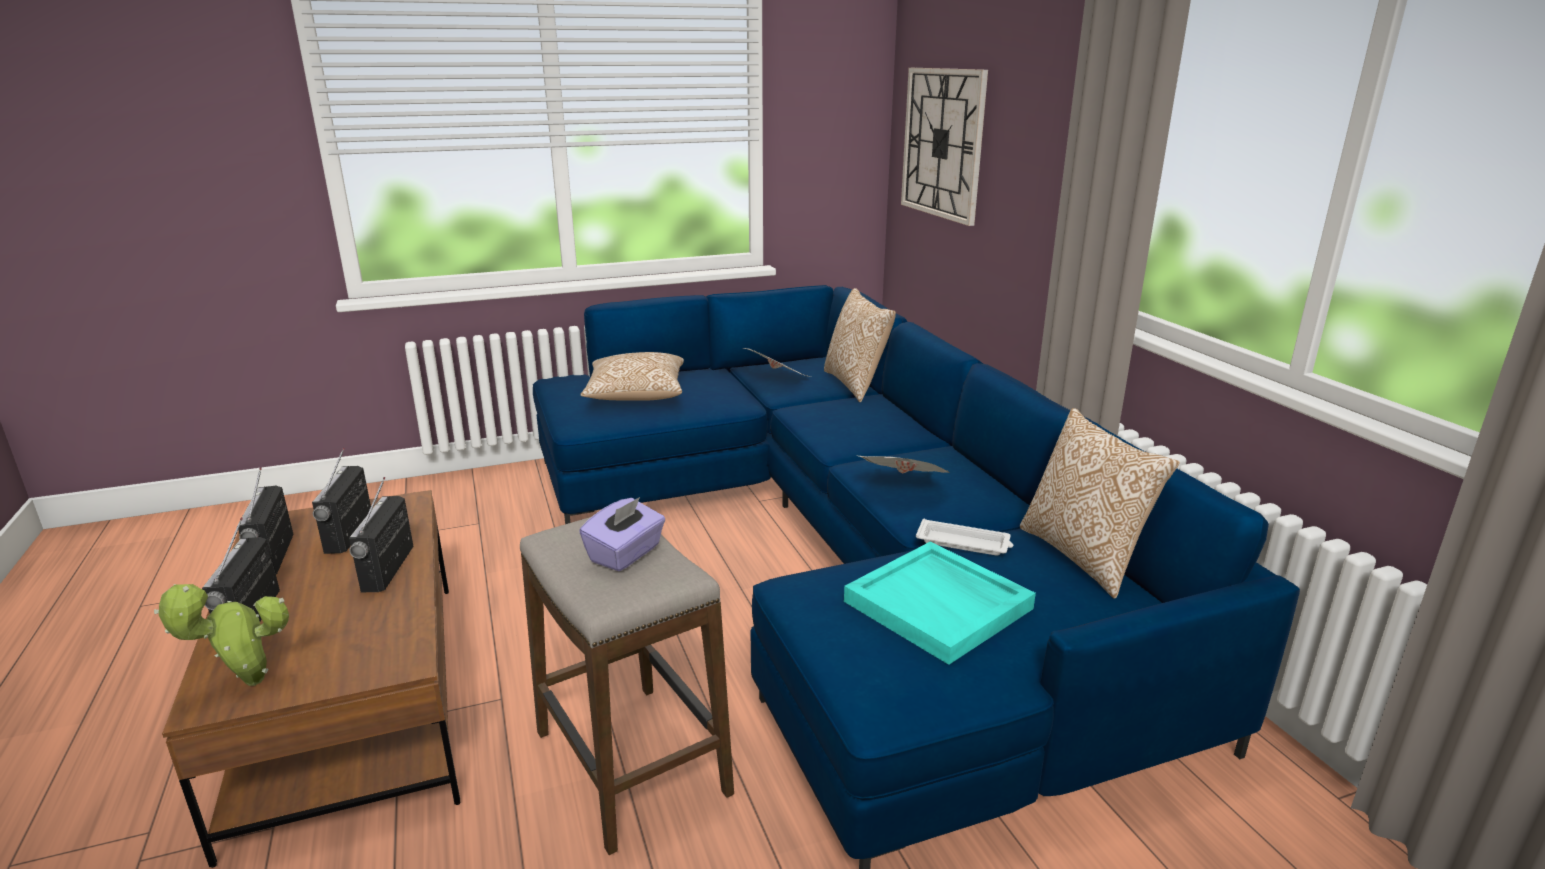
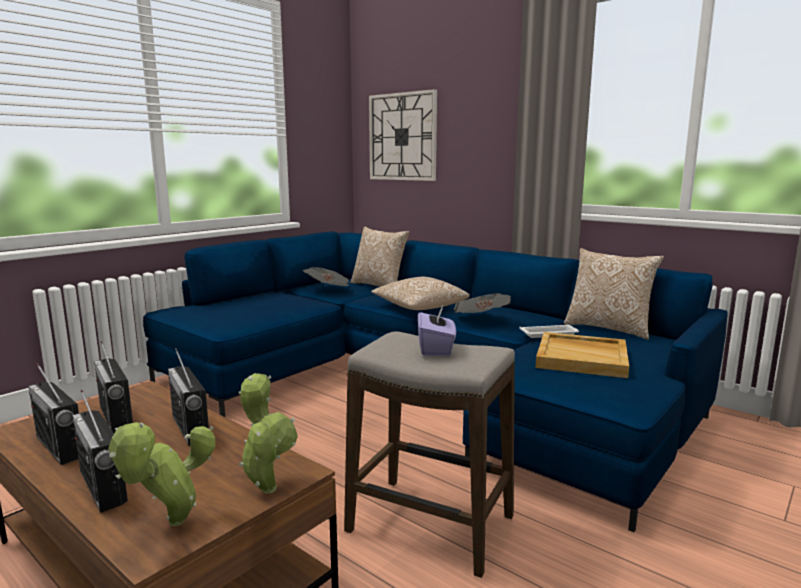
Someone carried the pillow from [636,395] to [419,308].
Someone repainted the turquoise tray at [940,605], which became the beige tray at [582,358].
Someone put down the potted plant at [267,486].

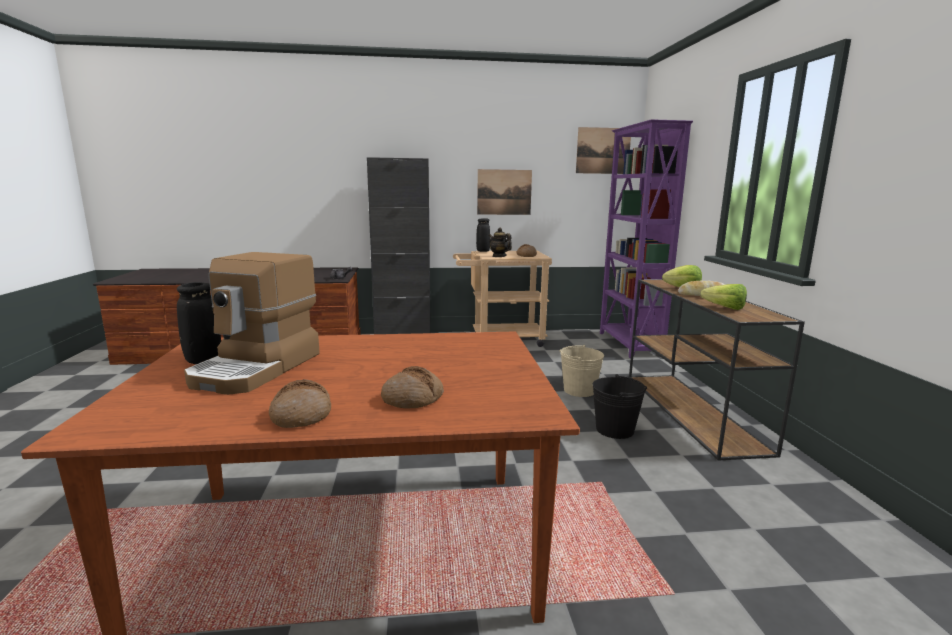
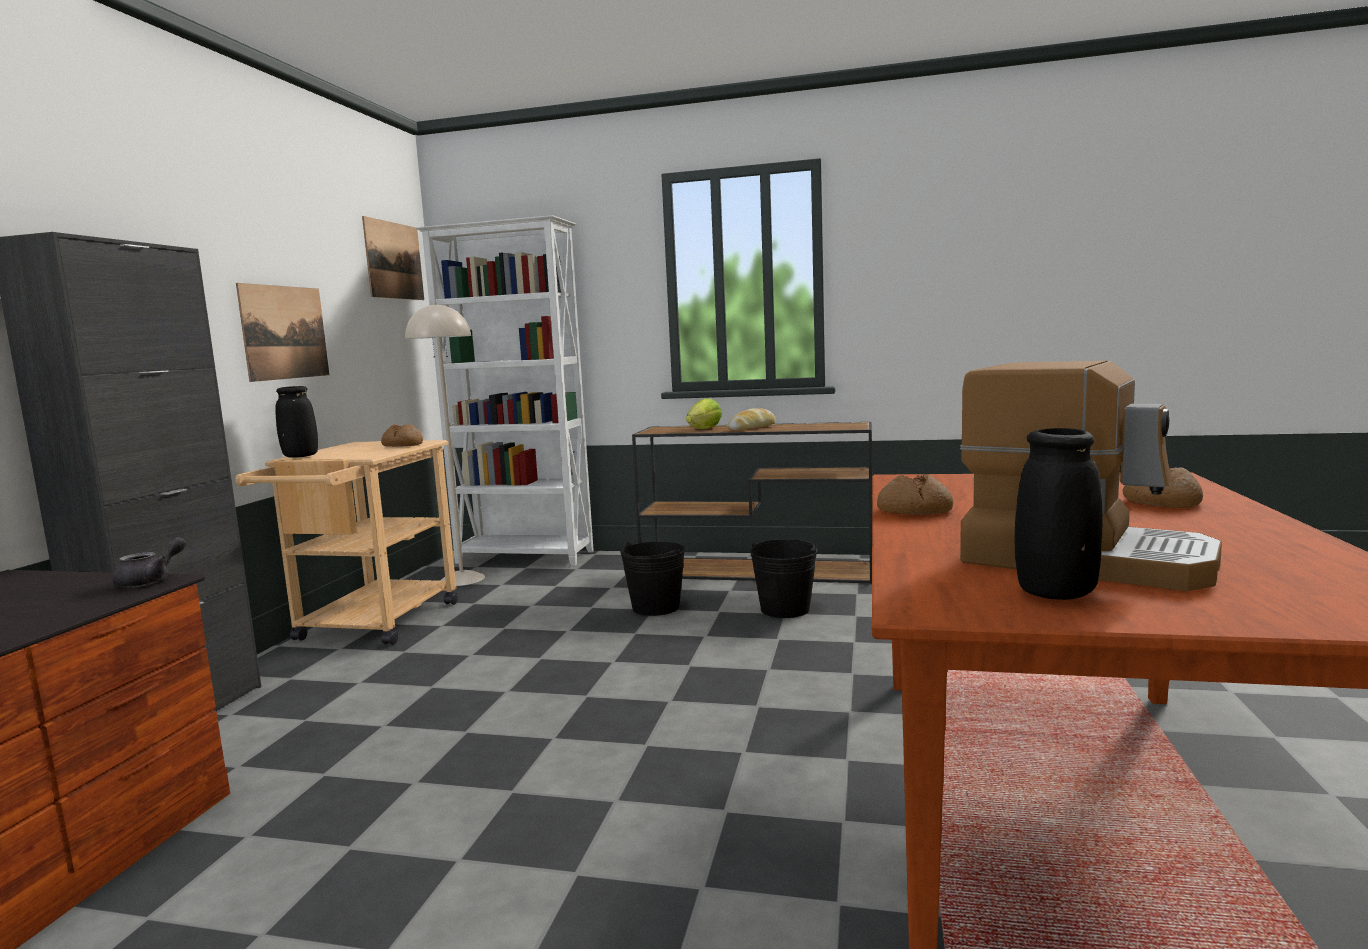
Someone carried the bread from [301,415] to [914,510].
Someone took away the teapot at [499,256].
Someone repainted the beige bucket at [579,390], which became the black bucket at [655,607].
Someone repainted the purple bookcase at [629,344], which became the white bookcase at [525,557].
Someone took away the lettuce at [721,307].
Someone put down the beige floor lamp at [462,579].

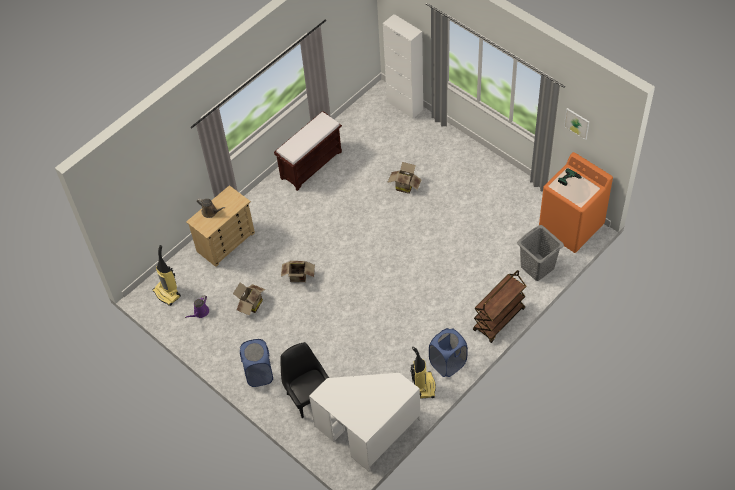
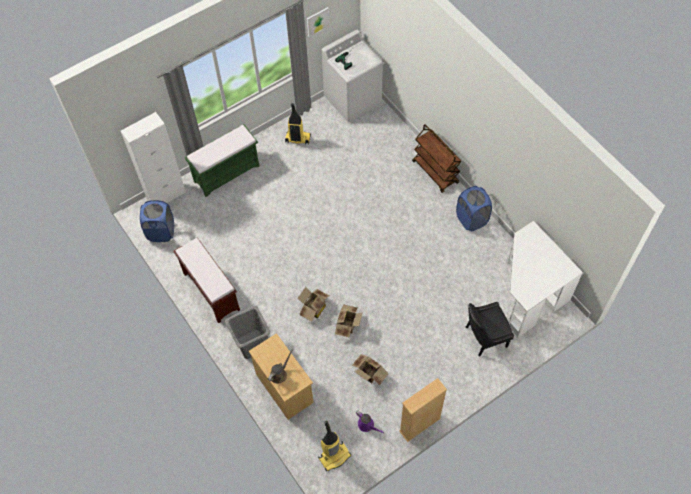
Someone carried the blue laundry basket from [259,374] to [161,232].
Someone carried the cardboard box from [404,185] to [313,309].
Someone carried the vacuum cleaner from [424,385] to [297,139].
Someone carried the grey laundry basket from [537,267] to [252,344].
Someone repainted the orange washing machine at [571,227], which became the white washing machine at [353,100].
Someone put down the green bench at [227,173].
Someone put down the beige bookcase at [420,425].

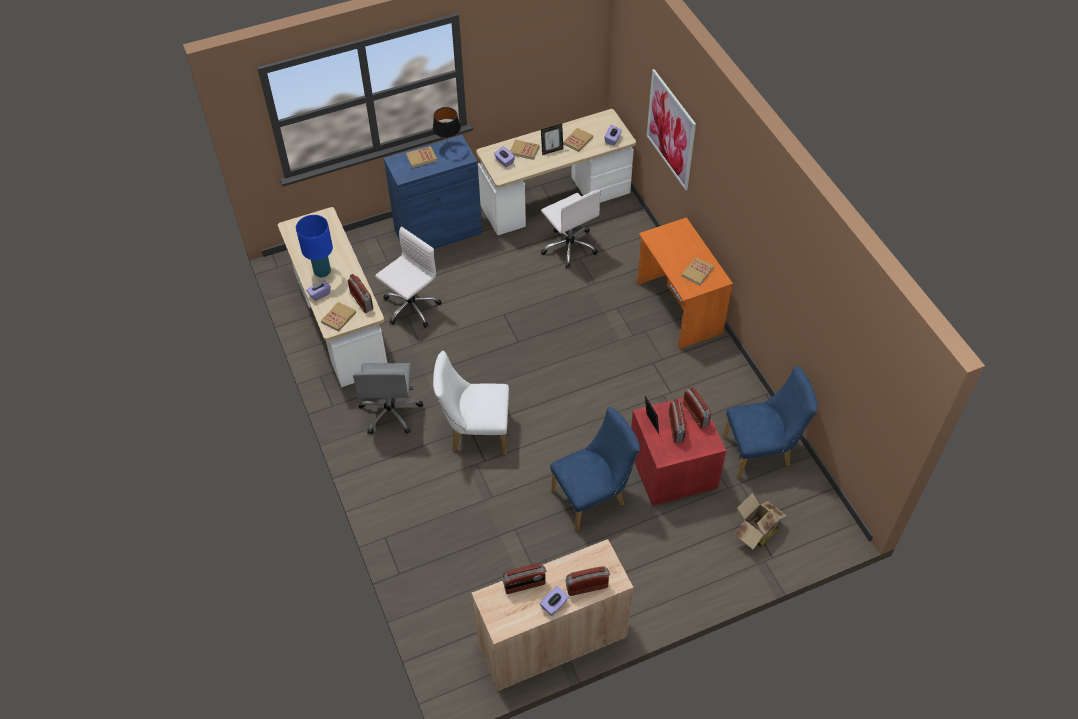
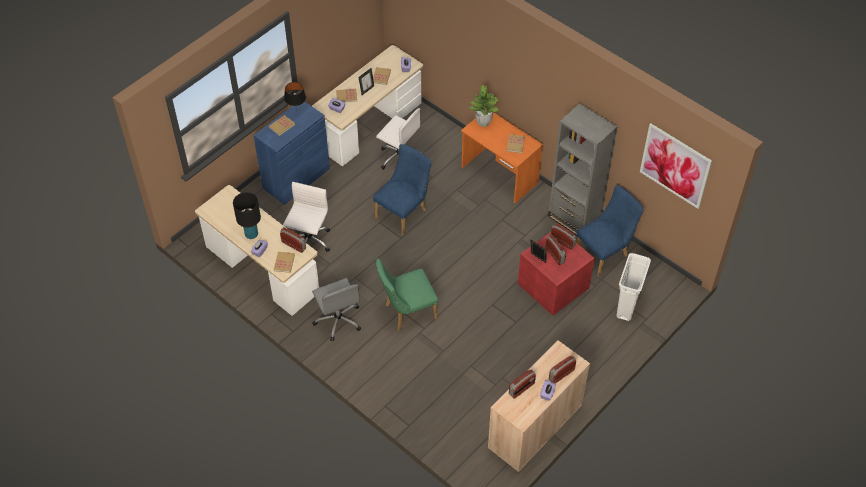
Someone repainted the blue table lamp at [322,272], which became the black table lamp at [251,234].
Someone repainted the white chair at [475,432], which became the green chair at [406,312].
Someone carried the blue chair from [593,497] to [404,212].
Someone carried the picture from [671,130] to [675,166].
Someone swapped the cardboard box at [755,531] for the white trash can at [627,306].
Someone put down the potted plant at [483,123].
Someone put down the grey bookcase at [574,219].

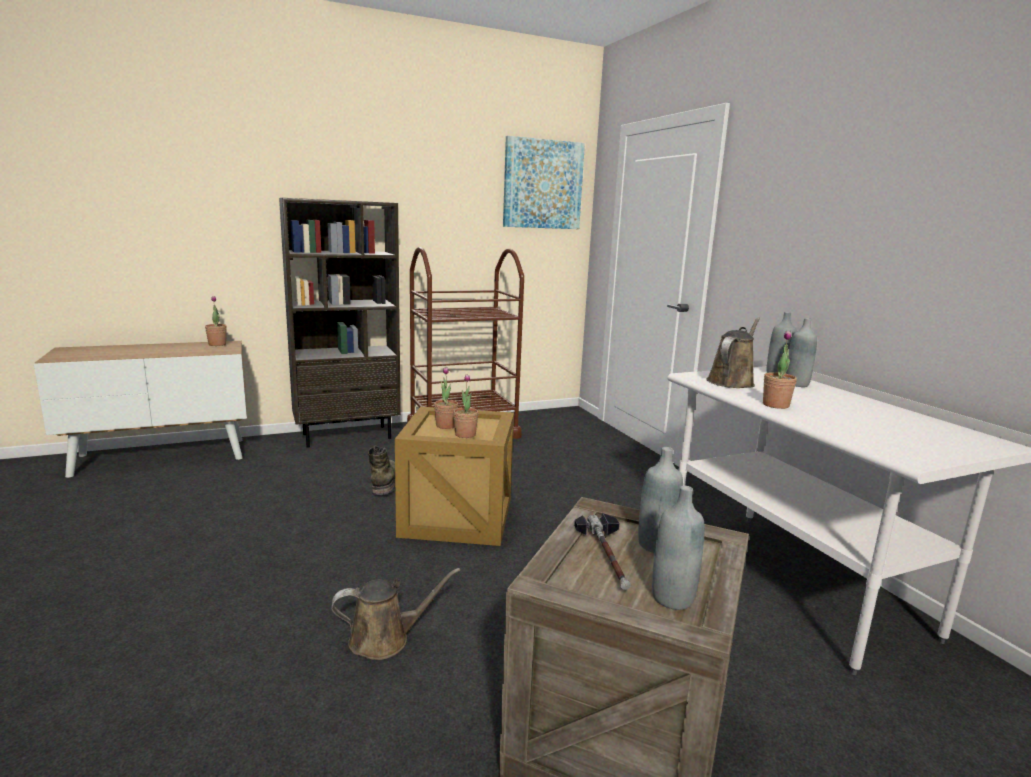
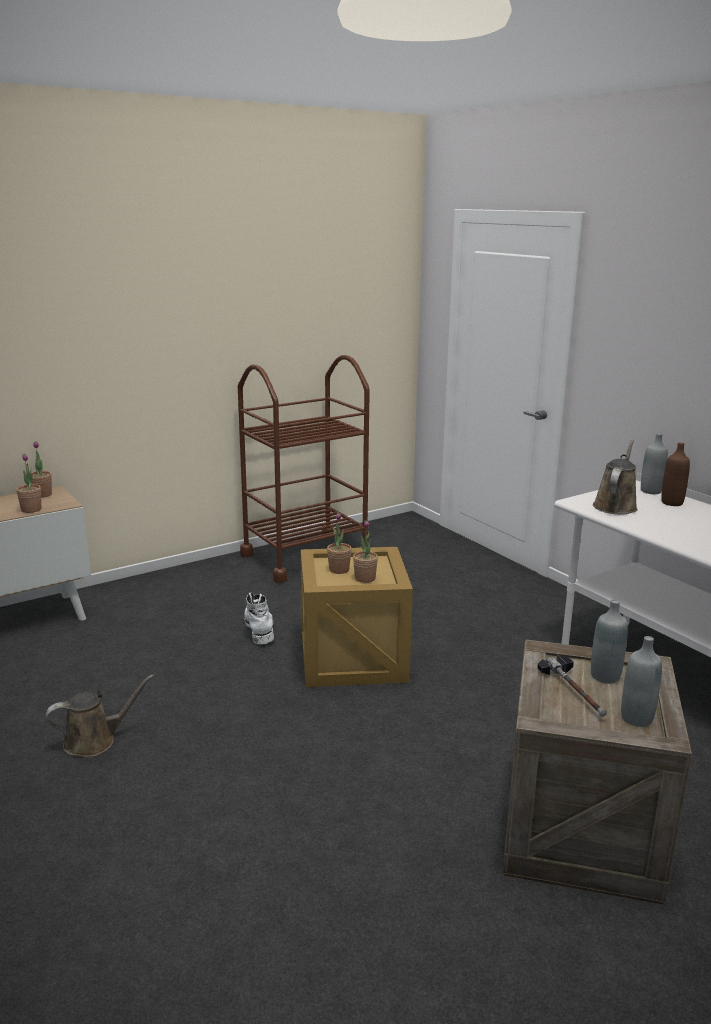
Someone took away the brown bookcase at [347,436].
Someone carried the brown watering can from [385,639] to [95,741].
Someone repainted the green boot at [385,482], which became the white boot at [259,628].
Someone took away the picture at [542,184].
Someone carried the potted plant from [775,405] to [31,509].
Someone repainted the grey bottle at [796,384], which became the brown bottle at [672,503].

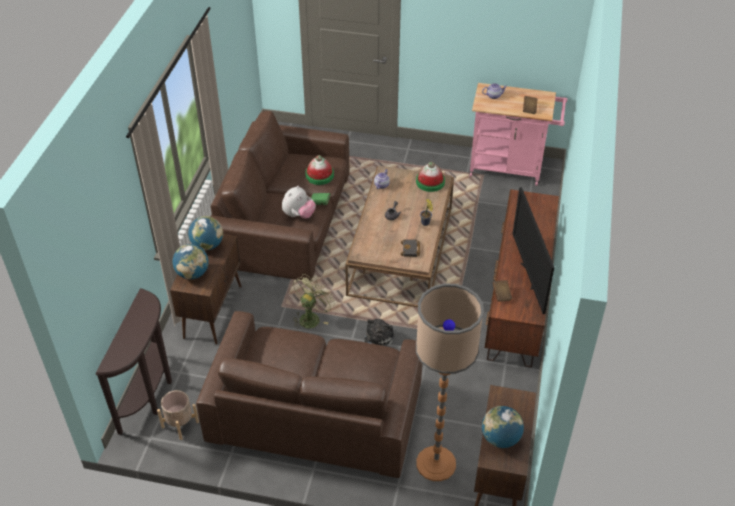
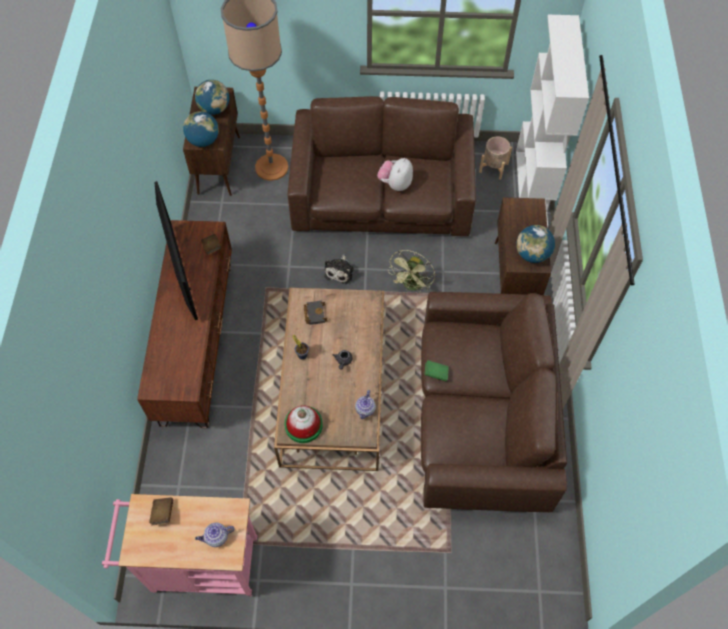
Someone swapped the brown console table at [150,394] for the white bookcase at [532,188].
Someone carried the globe from [193,274] to [203,141].
Someone carried the plush toy from [299,215] to [395,184].
Someone took away the hat at [319,175].

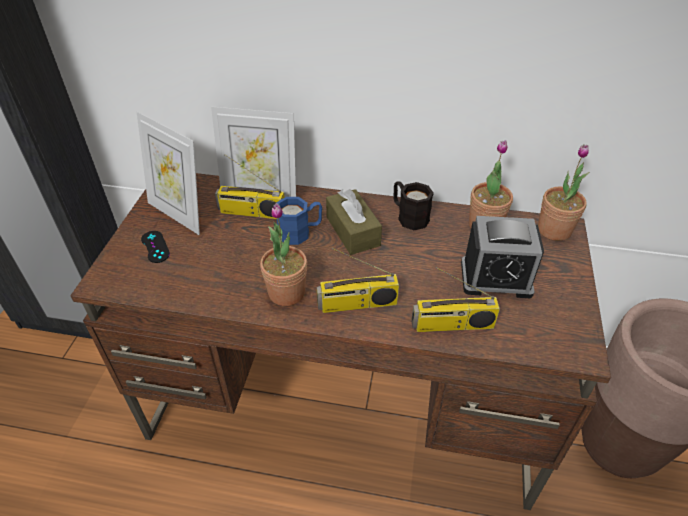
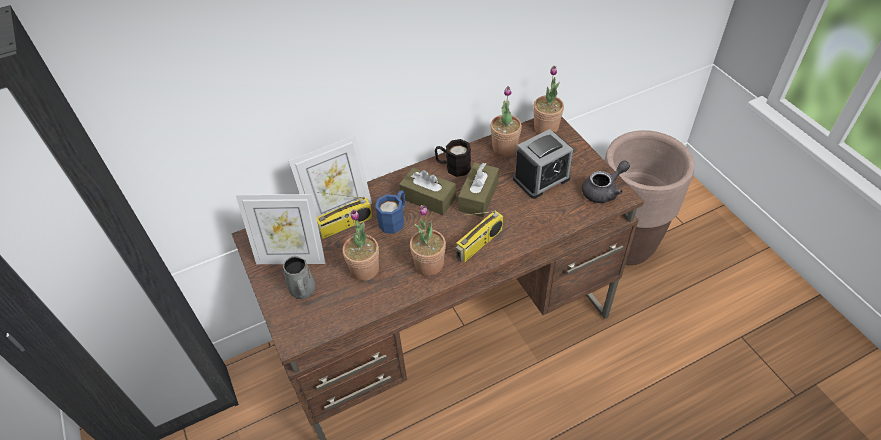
Someone swapped the black game controller at [155,247] for the grey mug at [303,291].
Someone took away the radio at [452,325].
Someone put down the potted plant at [364,269].
Someone put down the brown tissue box at [478,196].
Someone put down the grey teapot at [603,191].

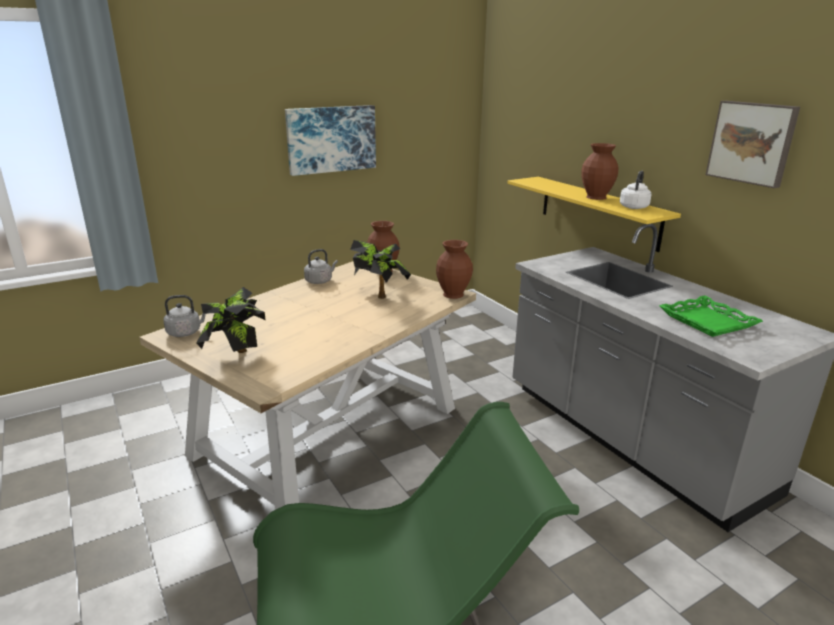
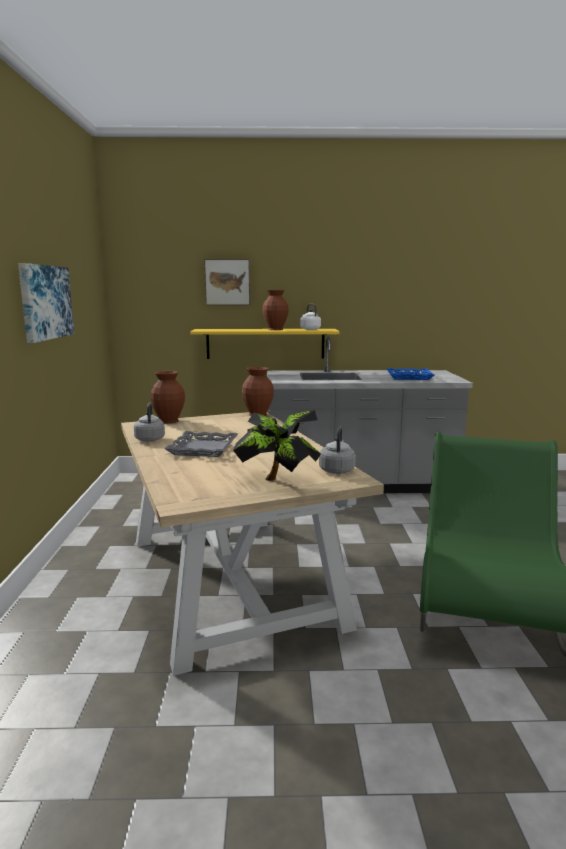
Someone carried the grey kettle from [186,332] to [337,470].
Someone took away the potted plant at [380,294].
Someone repainted the green tray at [707,321], which became the blue tray at [409,377].
Someone carried the picture from [752,143] to [227,282].
Someone put down the grey tray at [204,449].

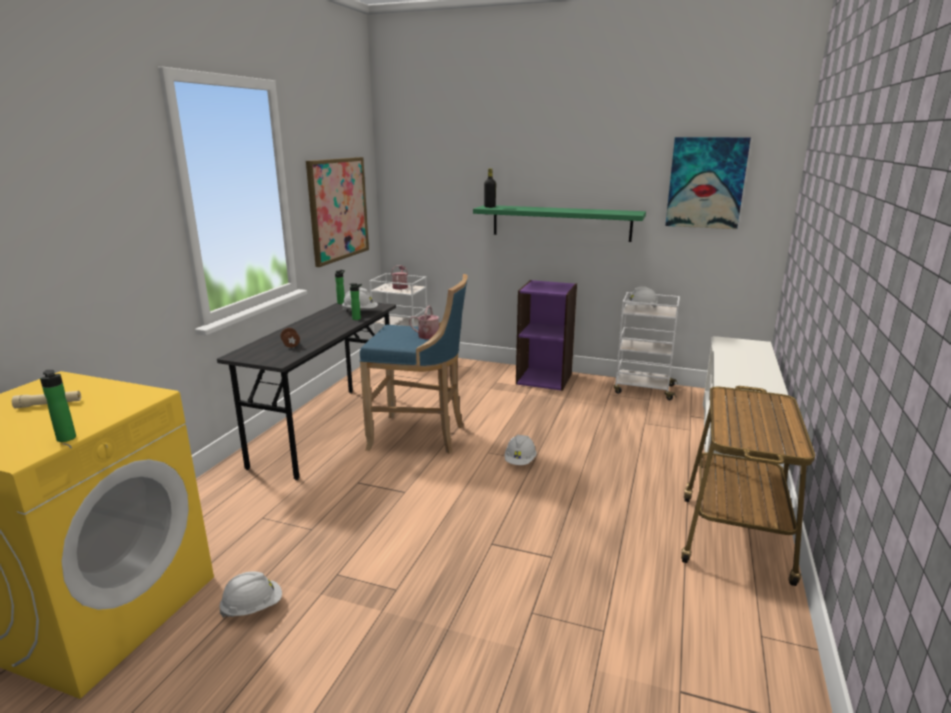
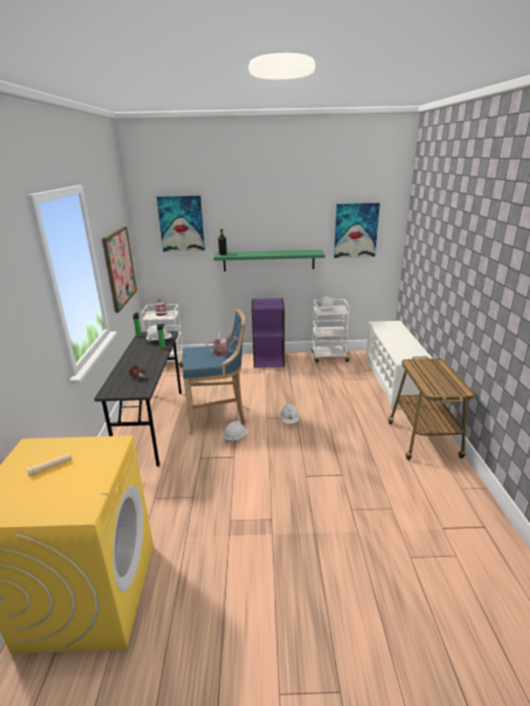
Someone took away the bottle at [67,439].
Someone carried the white hard hat from [253,607] to [235,437].
Someone put up the picture at [181,223].

